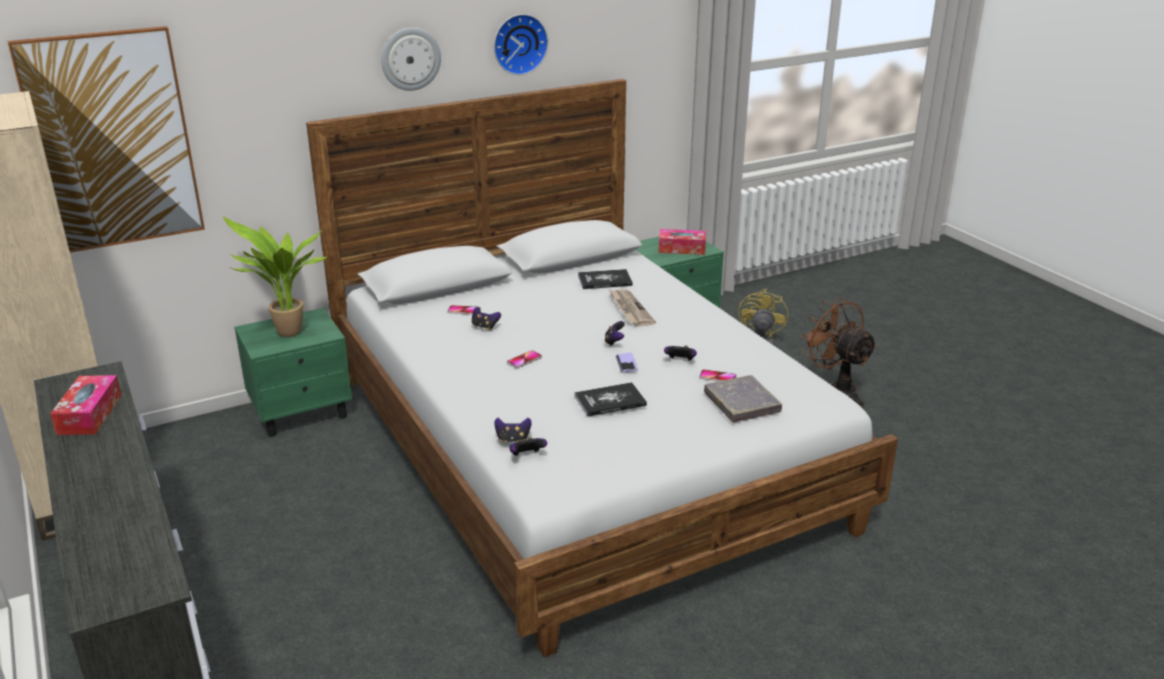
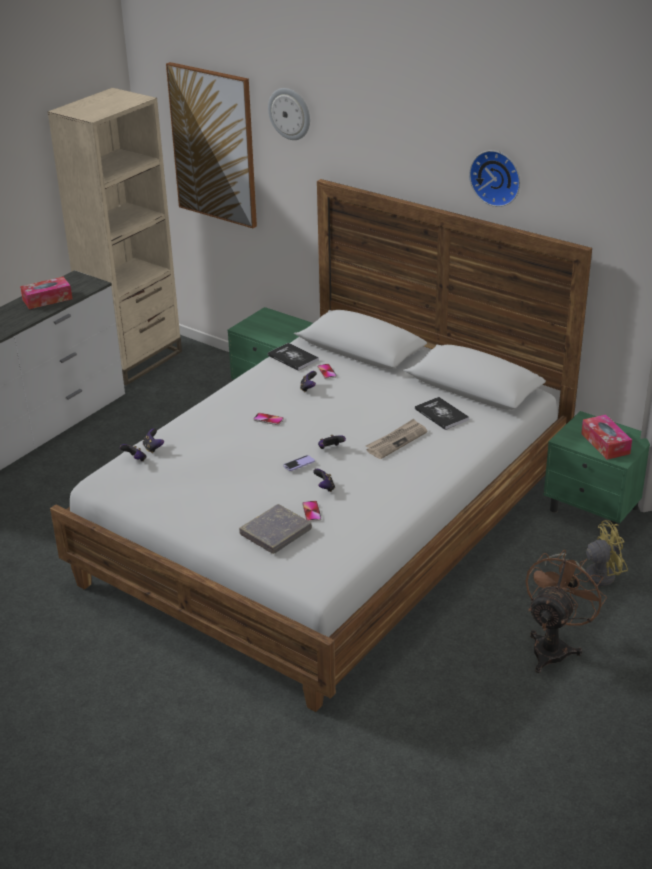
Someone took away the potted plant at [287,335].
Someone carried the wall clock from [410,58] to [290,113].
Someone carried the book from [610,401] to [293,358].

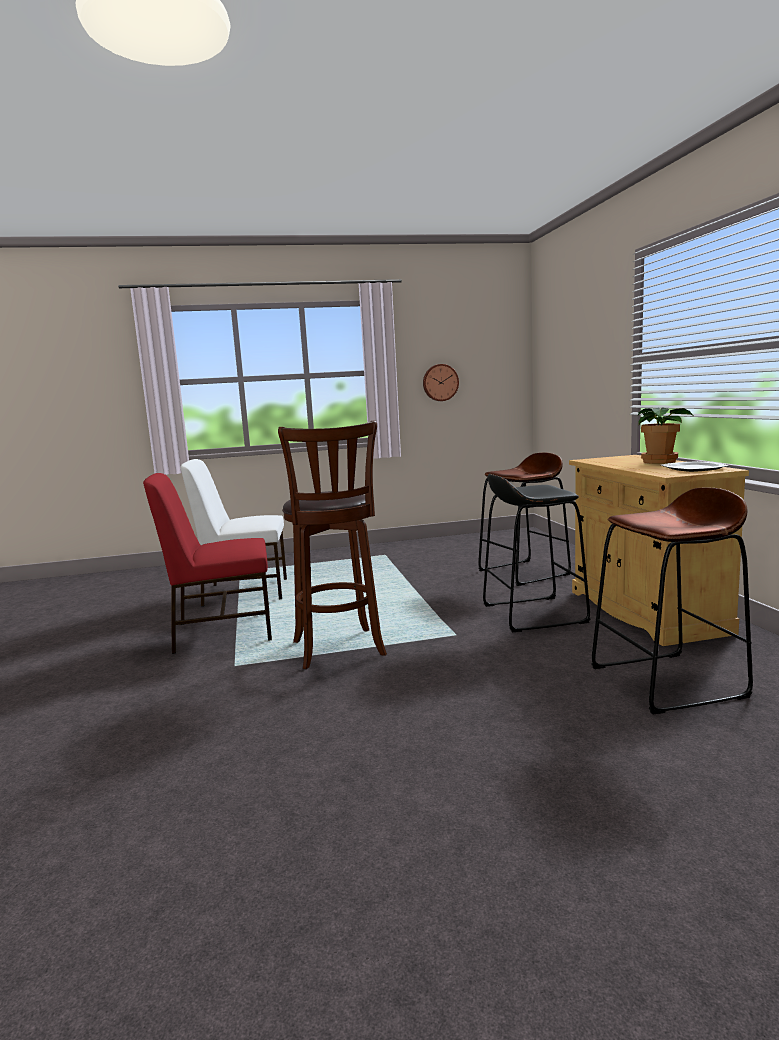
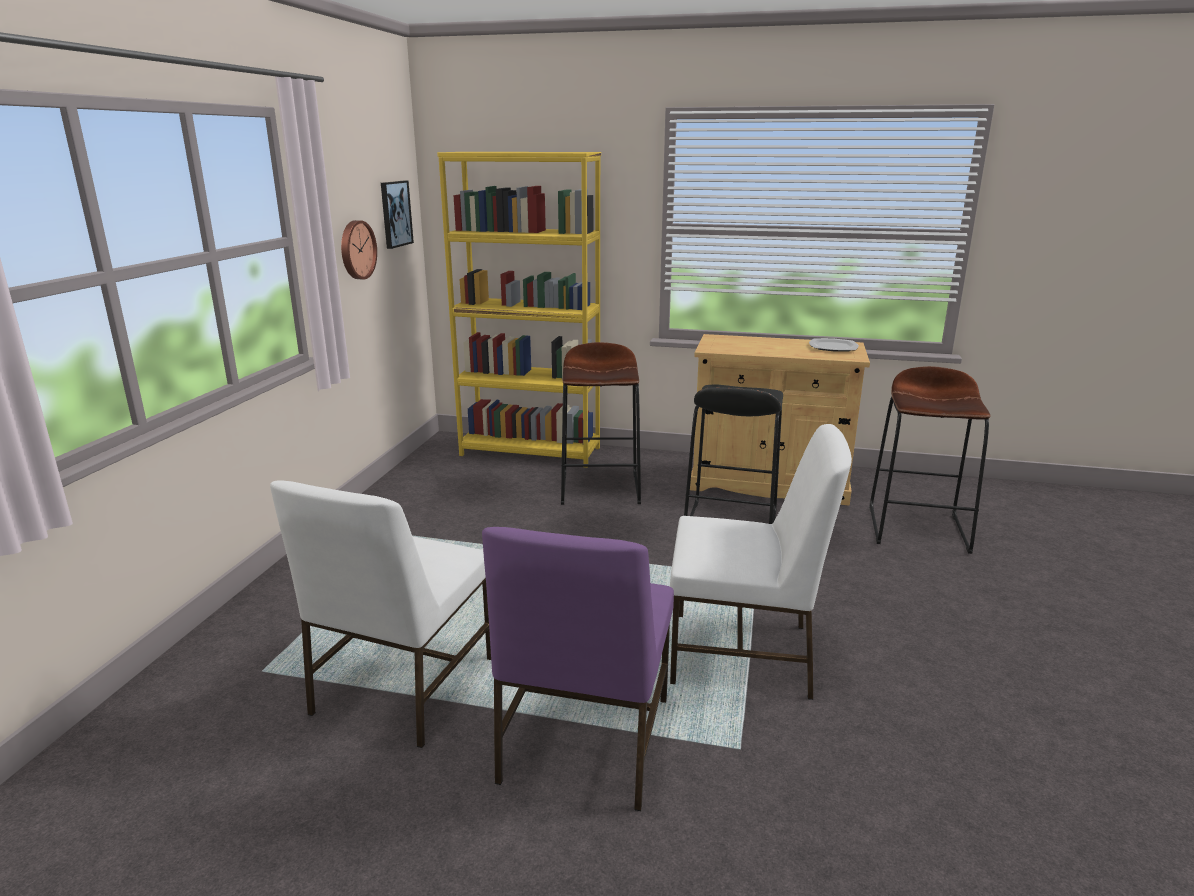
Someone repainted the red chair at [221,631], which became the purple chair at [583,741].
Someone swapped the brown stool at [339,650] for the white chair at [744,655].
Someone took away the potted plant at [660,461].
Someone put up the picture at [395,214].
Someone put down the yellow bookcase at [531,451].

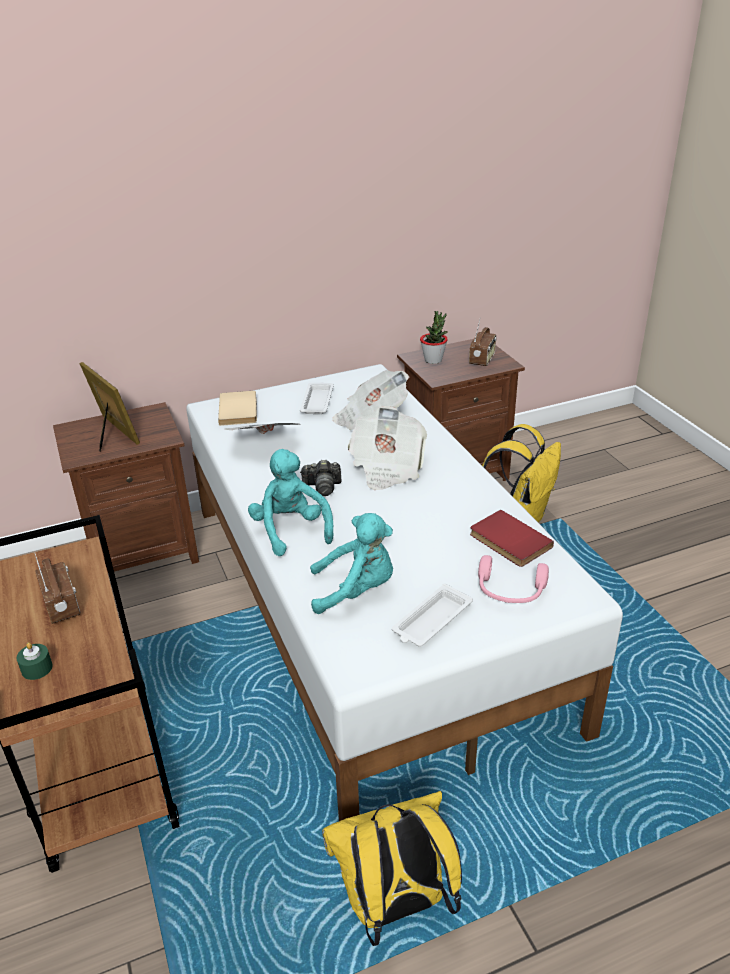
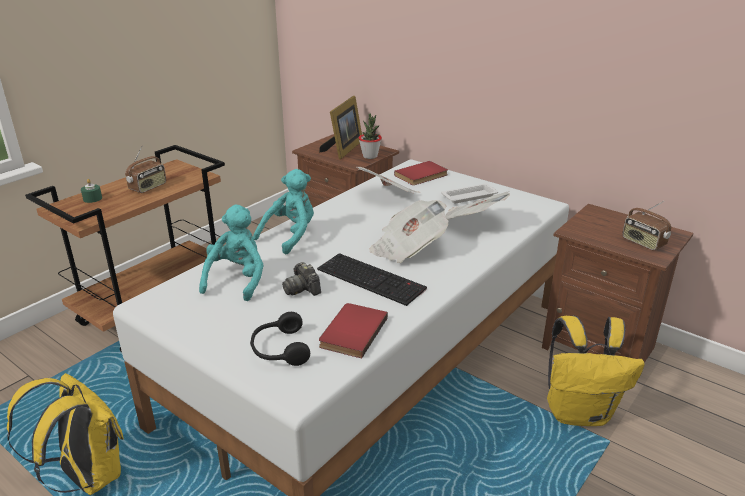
Someone repainted the beige book at [240,410], which became the red book at [422,175].
Someone carried the photo camera from [322,487] to [302,289].
Someone rotated the turquoise plush toy at [356,590] by 135 degrees counterclockwise.
Someone took away the white tray at [431,621].
Someone carried the potted plant from [433,360] to [370,156].
Someone rotated the radio at [482,360] by 60 degrees clockwise.
Someone repainted the pink headphones at [510,591], which became the black headphones at [279,349].
Someone put down the keyboard at [372,279].

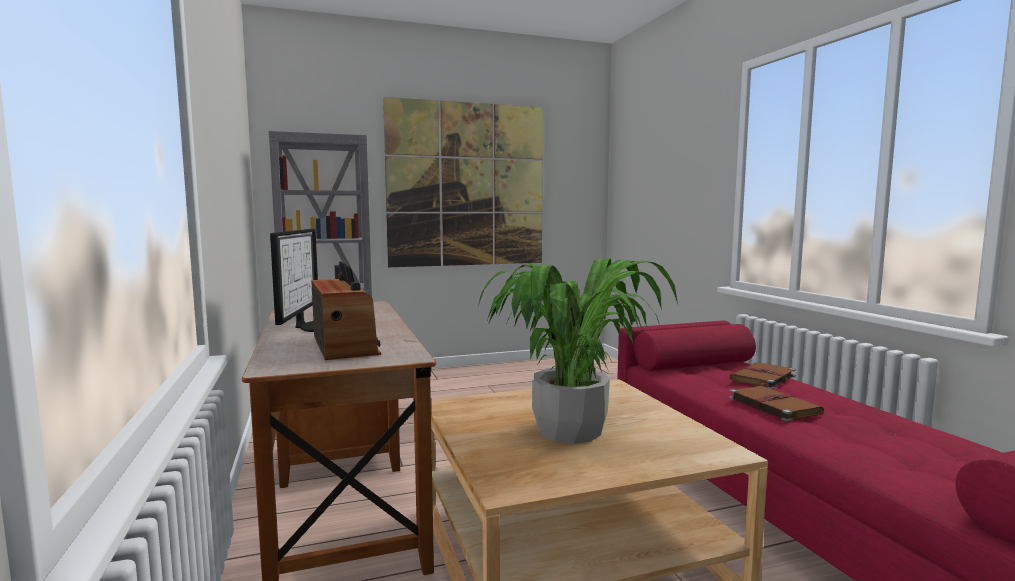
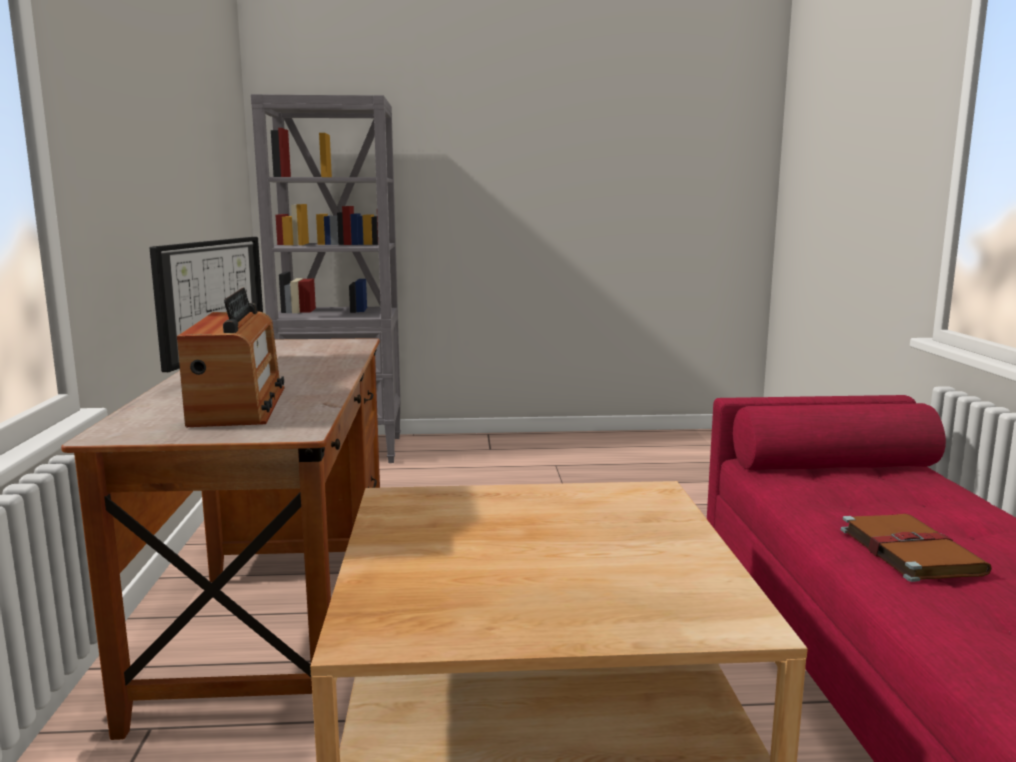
Someone took away the picture at [467,185].
Someone took away the potted plant at [569,430].
Someone took away the brown book at [762,378].

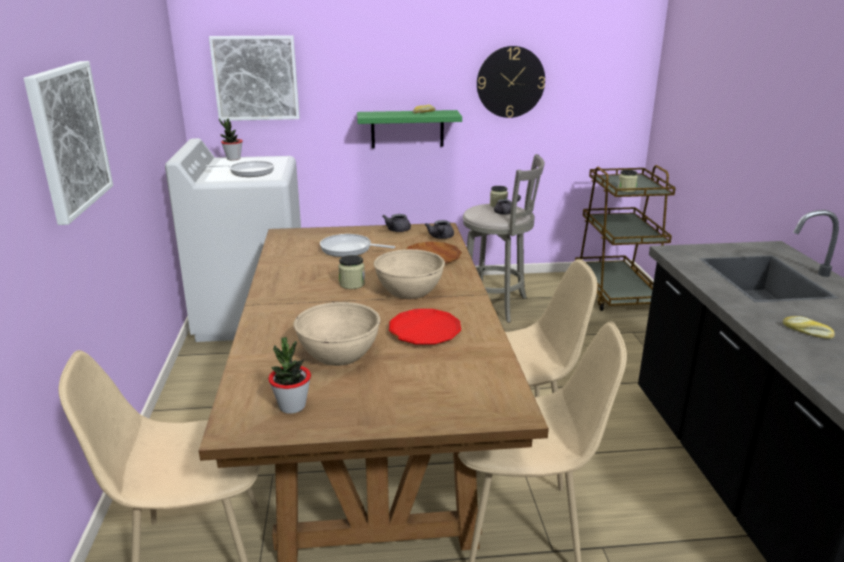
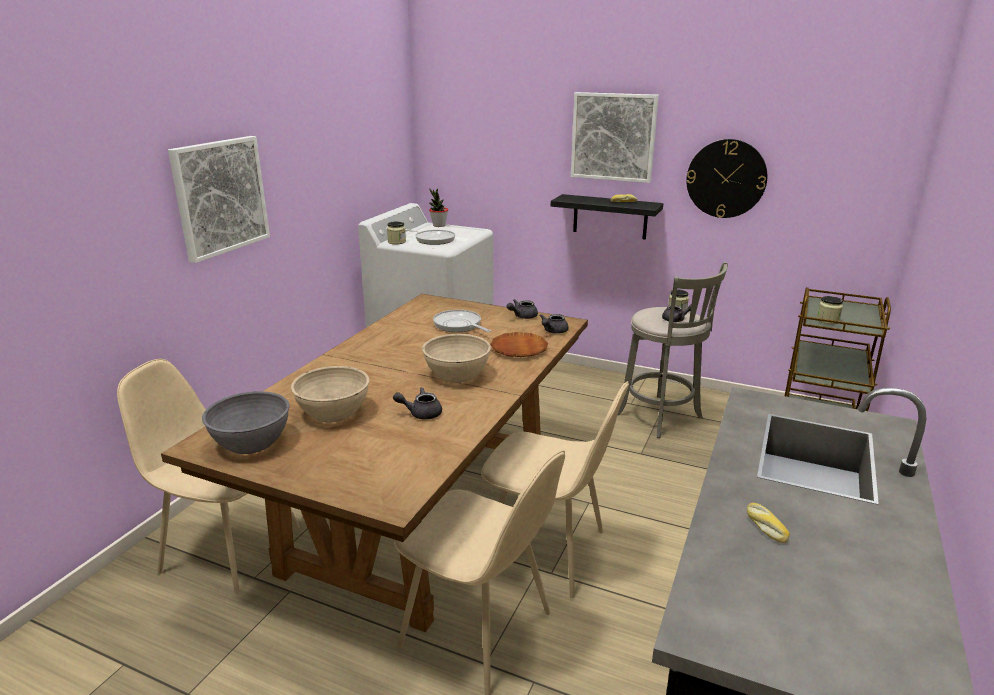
Someone carried the picture from [256,78] to [613,137].
Someone swapped the potted plant at [292,406] for the grey bowl at [251,442].
Someone carried the jar from [352,284] to [396,242].
Someone repainted the green shelf at [407,129], which became the black shelf at [610,217].
Someone swapped the red plate at [424,331] for the grey teapot at [421,413].

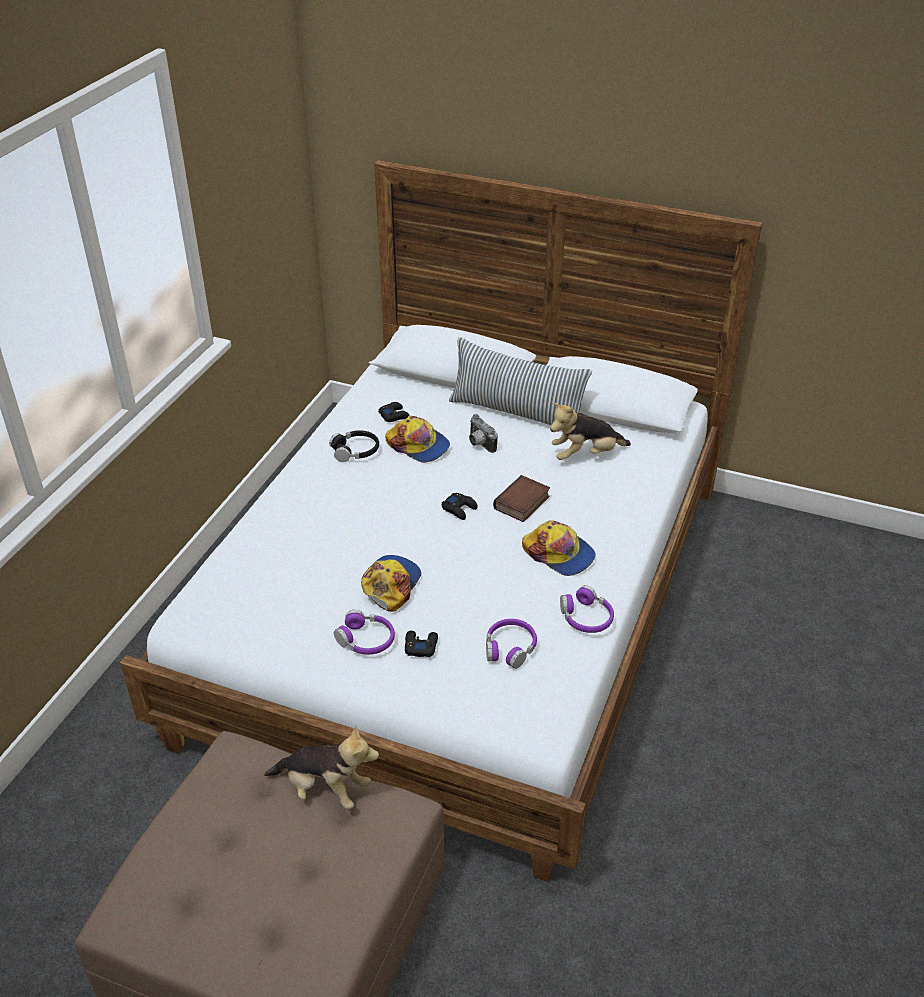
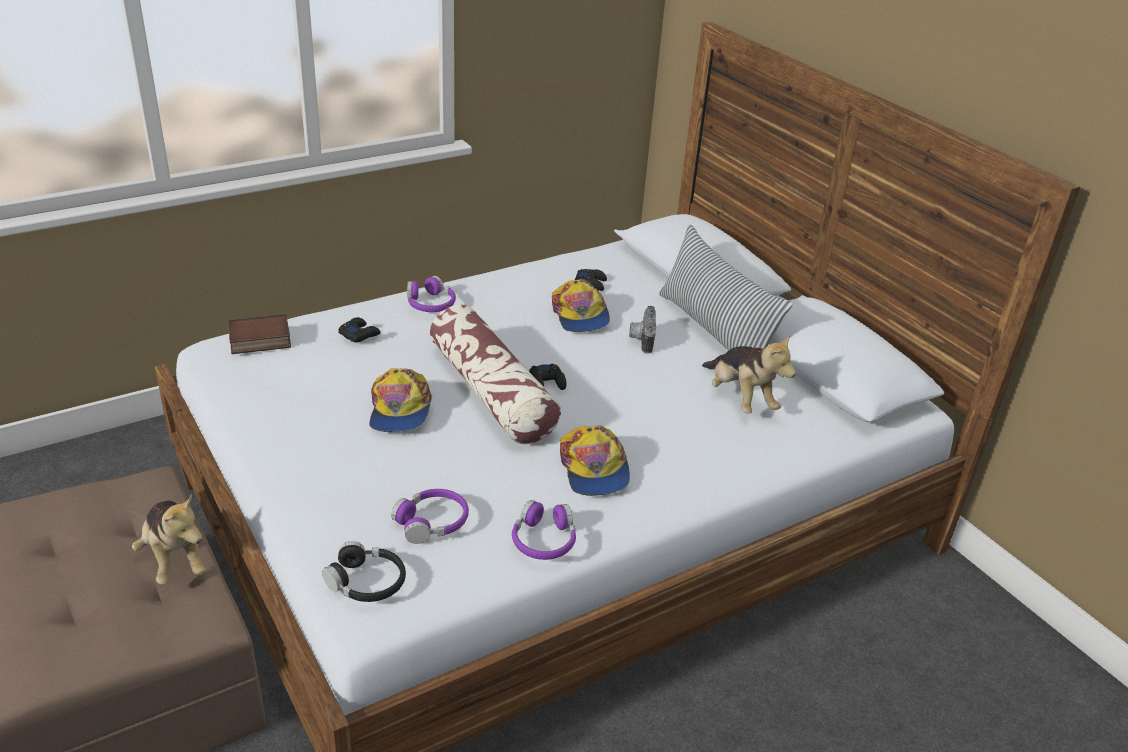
Someone carried the black headphones from [355,451] to [366,582].
Someone carried the purple headphones from [366,640] to [430,304].
Someone rotated the cap at [390,584] by 120 degrees clockwise.
Someone carried the black game controller from [420,646] to [359,334].
Someone carried the book from [522,504] to [259,341].
Someone rotated the plush toy at [585,455] by 135 degrees counterclockwise.
Someone put down the pillow at [492,392].

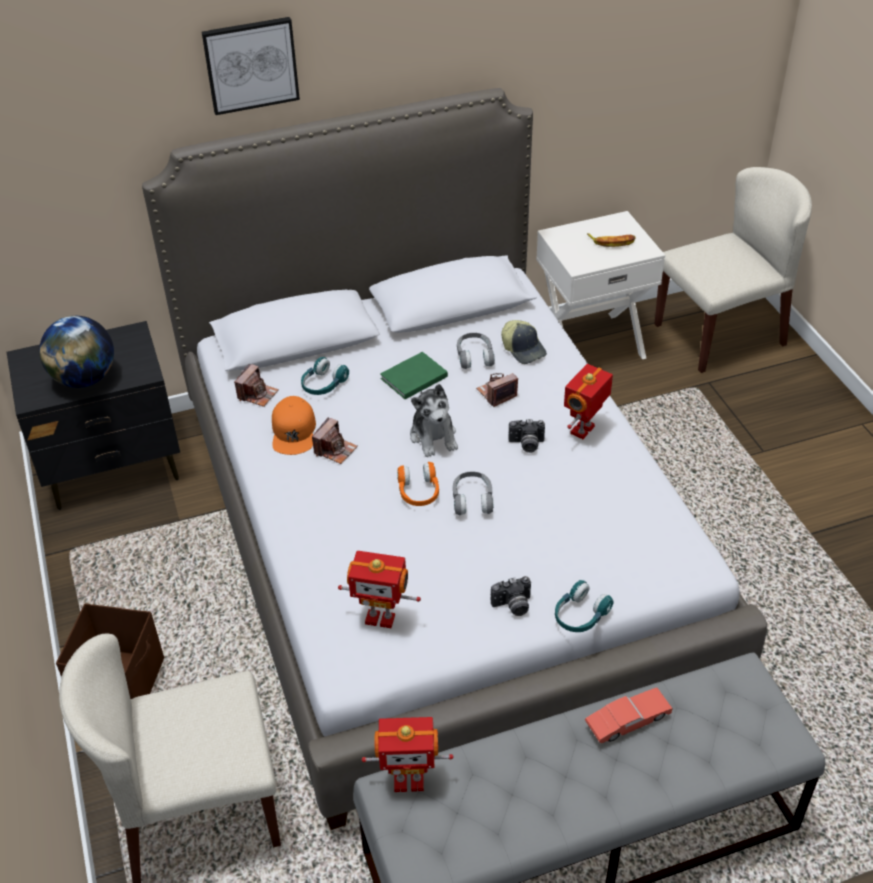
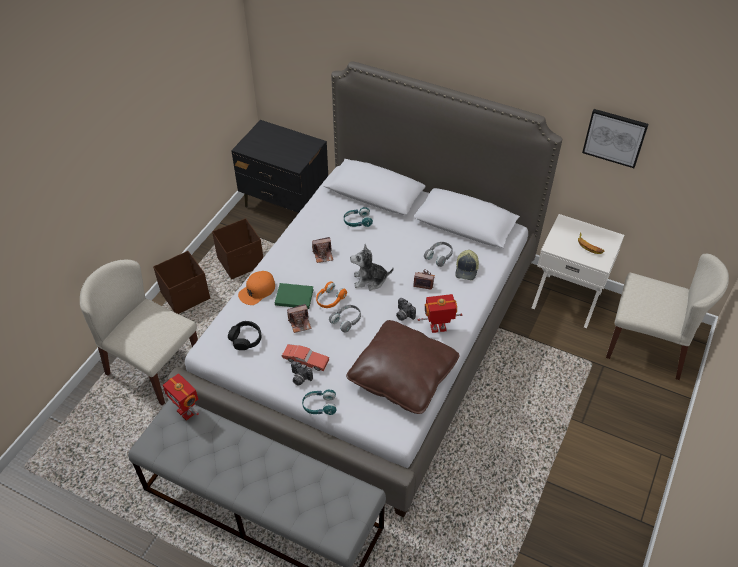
Someone took away the globe at [84,379].
Someone carried the picture from [251,65] to [614,137].
Someone carried the photo camera from [257,394] to [300,323].
Someone carried the orange cap from [294,431] to [257,290].
Someone swapped the toy robot at [380,617] for the black headphones at [245,339].
Someone carried the green book from [412,378] to [293,296].
Someone rotated the plush toy at [434,436] by 60 degrees clockwise.
Someone carried the red toy car from [627,722] to [305,361].
Someone put down the brown storage box at [241,262].
Someone put down the brown pillow at [402,376].

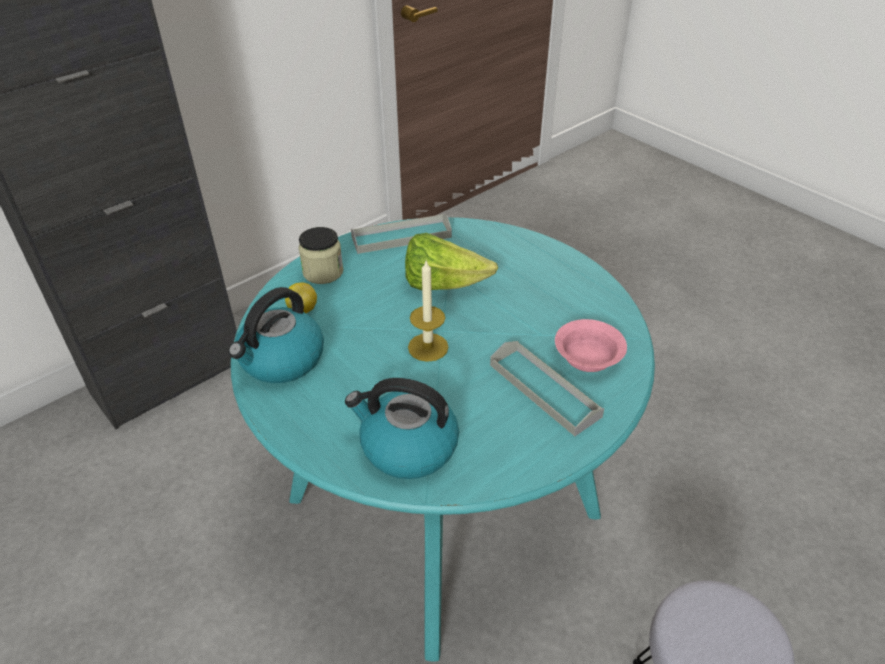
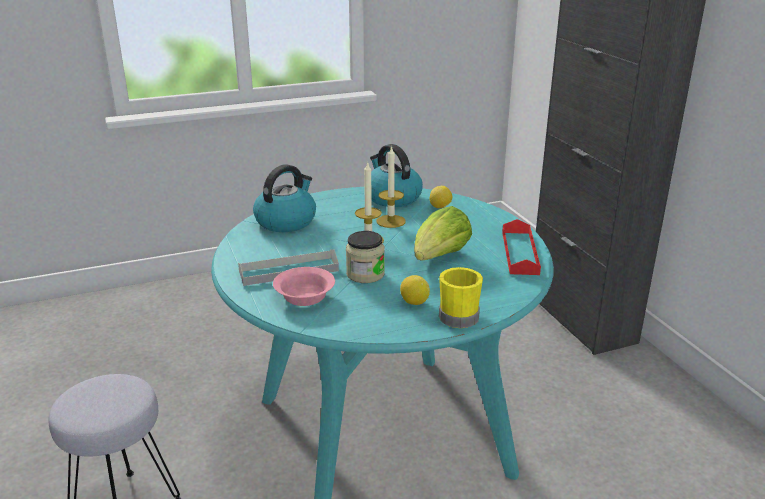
Someone carried the jar from [323,272] to [365,274].
Someone repainted the grey tray at [401,237], which became the red tray at [520,252].
Someone put down the candle at [391,221].
Someone put down the lemon at [414,302].
Someone put down the yellow mug at [460,315].

